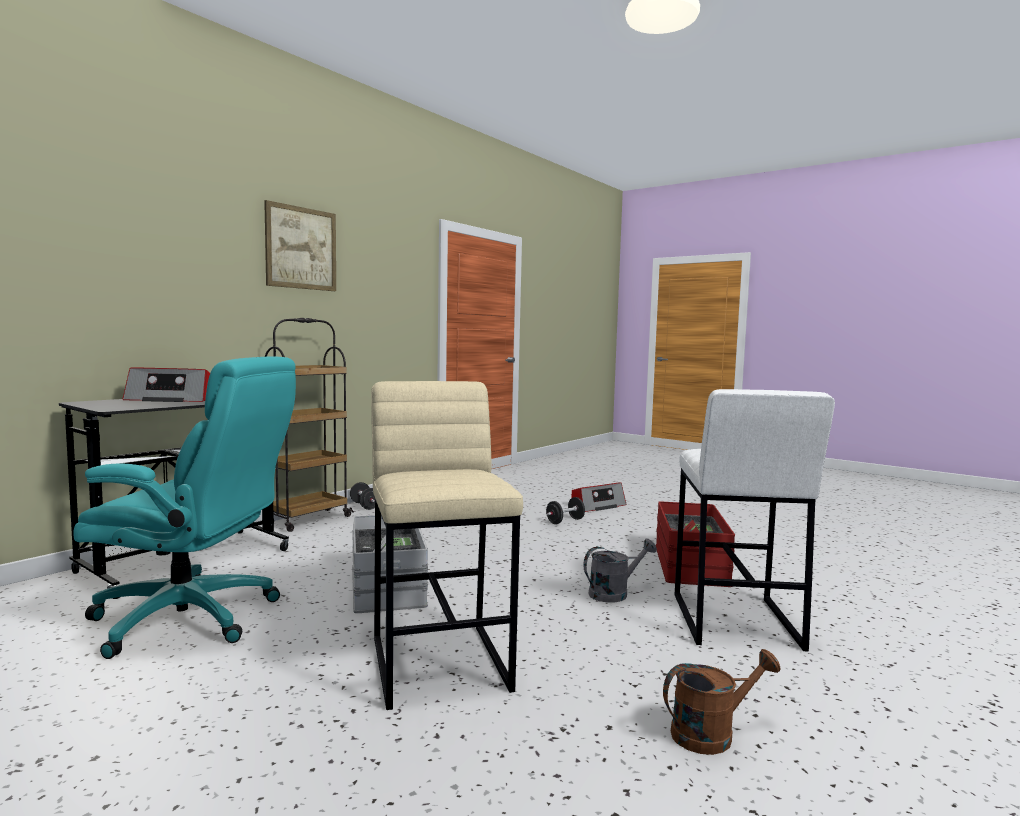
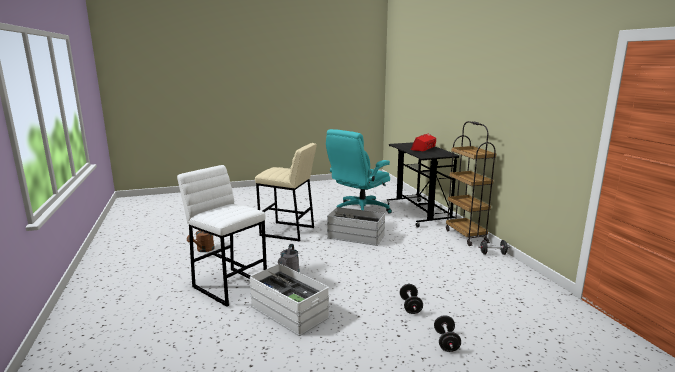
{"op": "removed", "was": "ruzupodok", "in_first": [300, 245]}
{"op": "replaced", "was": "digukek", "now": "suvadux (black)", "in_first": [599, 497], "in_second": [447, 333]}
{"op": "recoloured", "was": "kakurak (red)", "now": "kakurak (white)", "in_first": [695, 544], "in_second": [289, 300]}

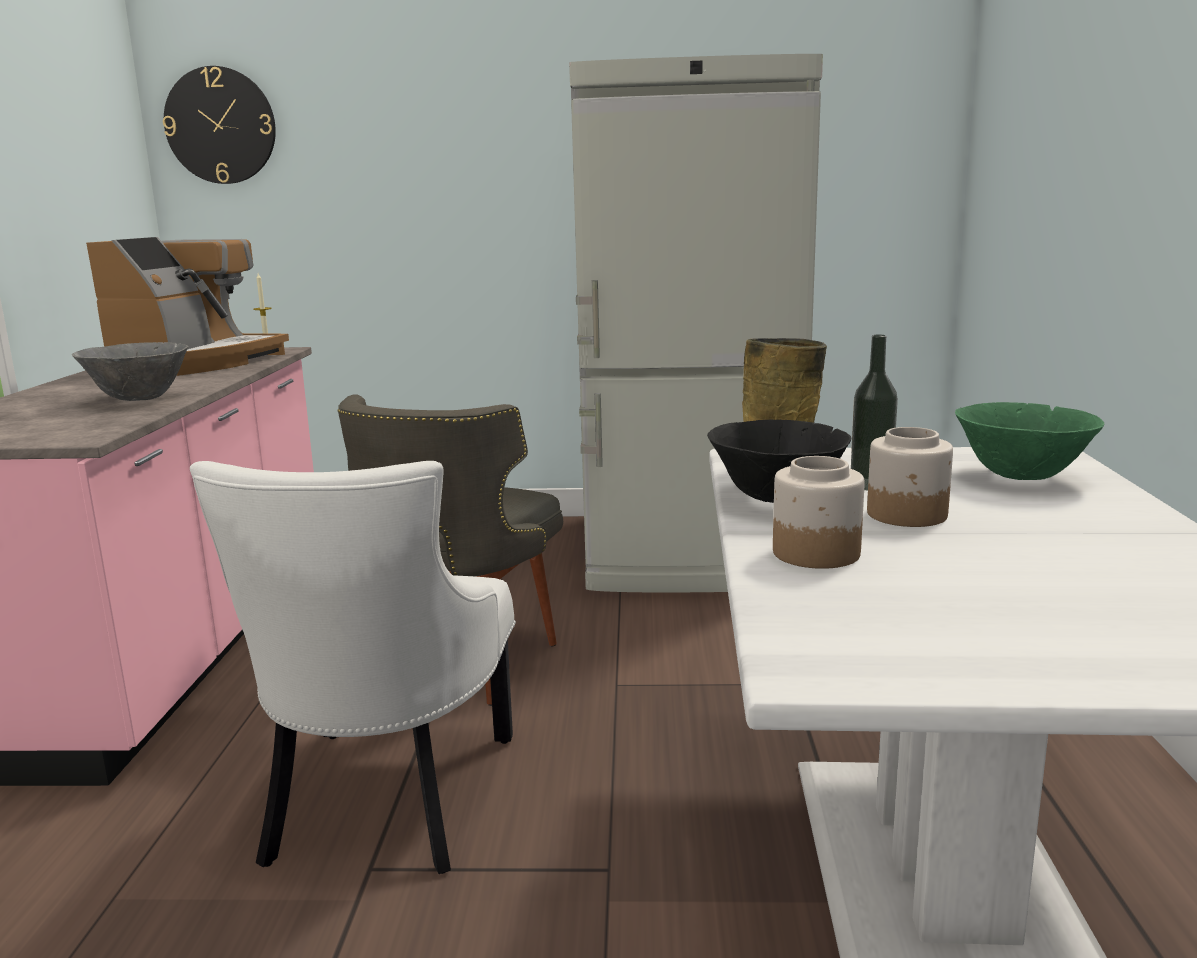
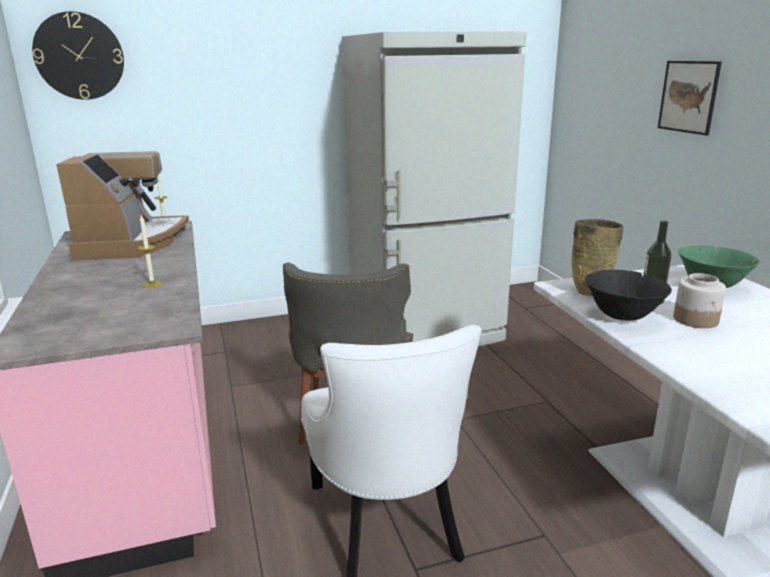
{"op": "replaced", "was": "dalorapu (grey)", "now": "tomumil", "in_first": [130, 371], "in_second": [149, 251]}
{"op": "removed", "was": "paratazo", "in_first": [819, 512]}
{"op": "added", "now": "ruzupodok", "in_second": [690, 98]}

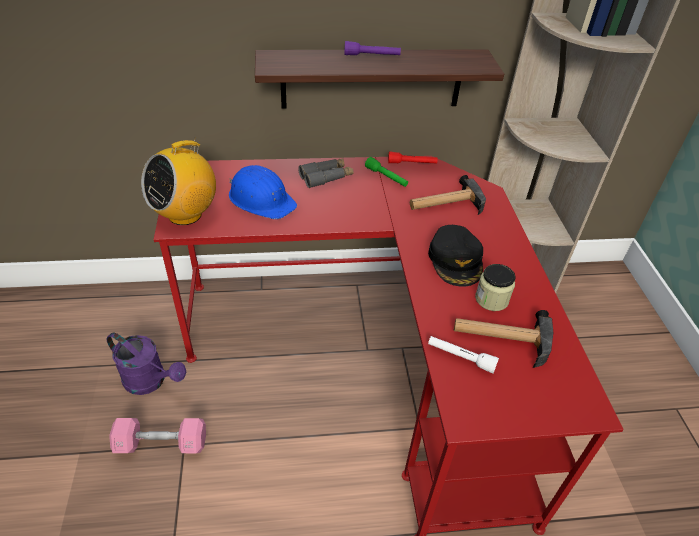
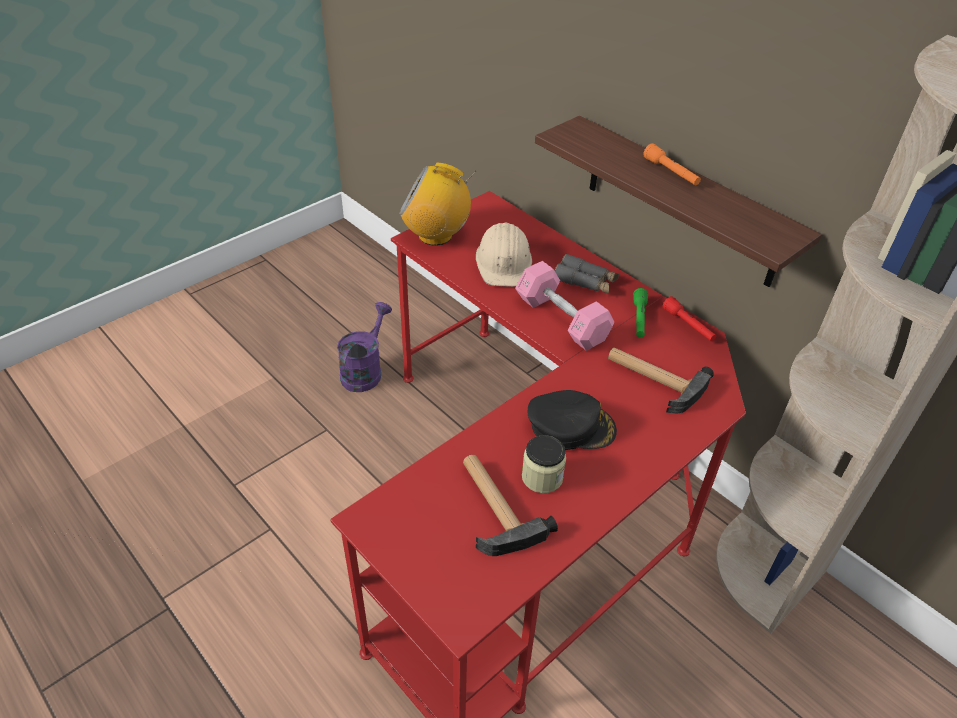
{"op": "turned", "was": "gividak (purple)", "in_first": [146, 363], "in_second": [364, 347], "clockwise": -150}
{"op": "moved", "was": "suvadux (pink)", "in_first": [157, 435], "in_second": [564, 306]}
{"op": "recoloured", "was": "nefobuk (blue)", "now": "nefobuk (beige)", "in_first": [263, 192], "in_second": [504, 255]}
{"op": "recoloured", "was": "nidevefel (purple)", "now": "nidevefel (orange)", "in_first": [372, 48], "in_second": [672, 164]}
{"op": "turned", "was": "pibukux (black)", "in_first": [455, 256], "in_second": [572, 420], "clockwise": -135}
{"op": "removed", "was": "nidevefel (white)", "in_first": [463, 354]}

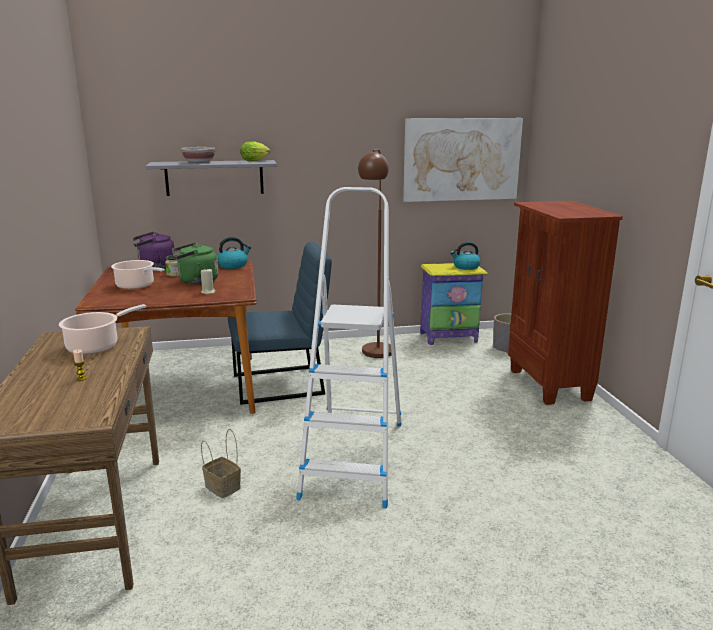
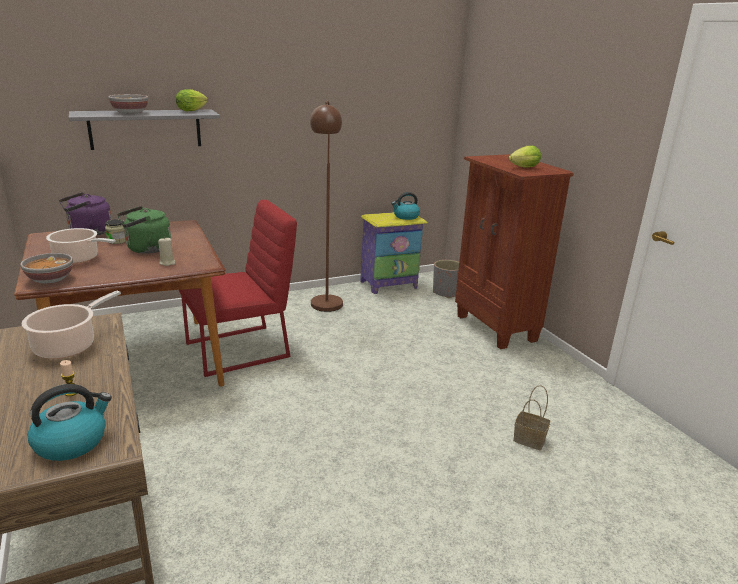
{"op": "moved", "was": "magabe", "in_first": [221, 463], "in_second": [531, 417]}
{"op": "moved", "was": "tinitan", "in_first": [234, 253], "in_second": [70, 422]}
{"op": "recoloured", "was": "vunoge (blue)", "now": "vunoge (red)", "in_first": [280, 323], "in_second": [238, 288]}
{"op": "removed", "was": "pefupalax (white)", "in_first": [349, 347]}
{"op": "removed", "was": "ruzupodok", "in_first": [463, 160]}
{"op": "added", "now": "dalorapu", "in_second": [46, 268]}
{"op": "added", "now": "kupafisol", "in_second": [525, 156]}

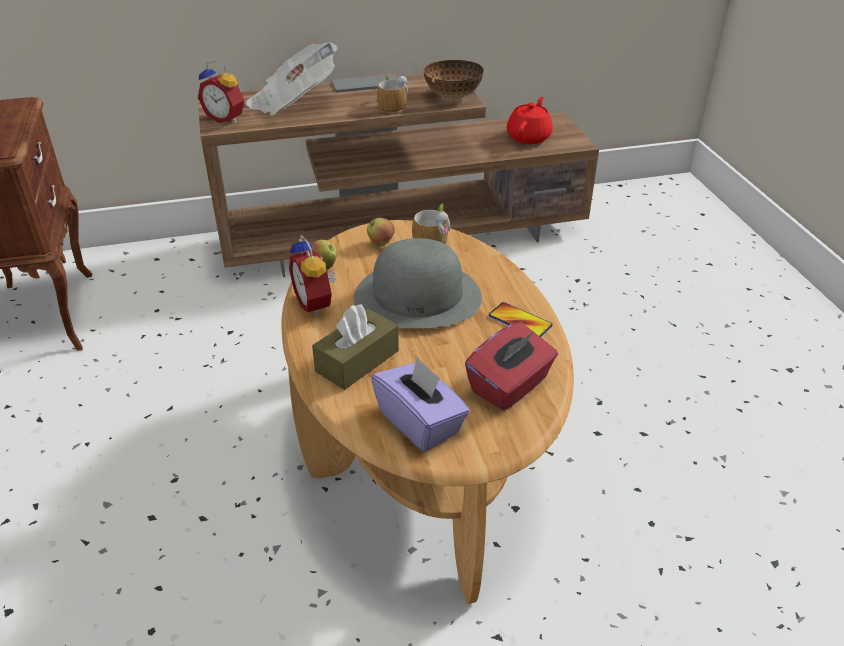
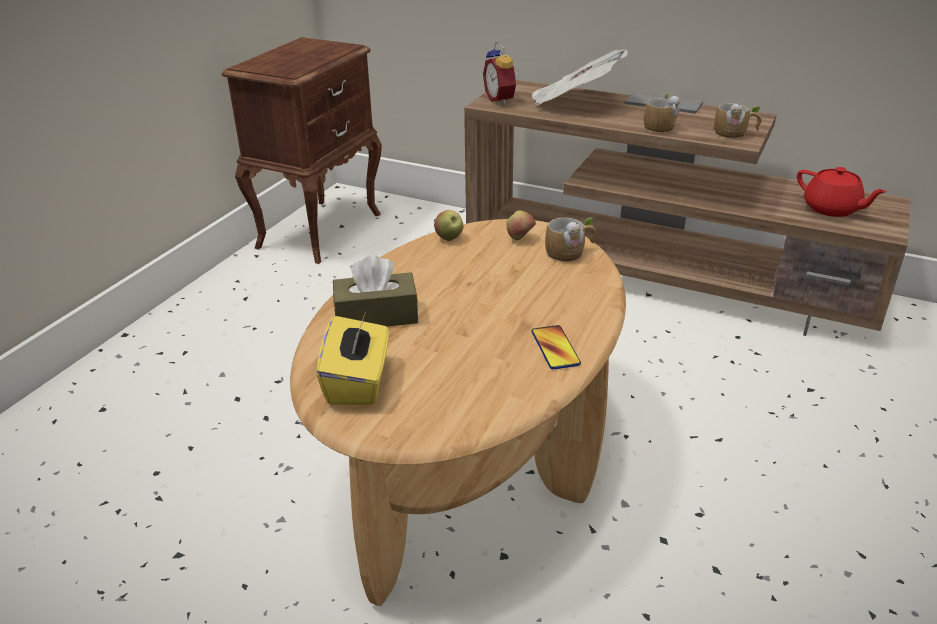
{"op": "removed", "was": "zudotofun", "in_first": [312, 275]}
{"op": "removed", "was": "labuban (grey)", "in_first": [418, 283]}
{"op": "recoloured", "was": "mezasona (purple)", "now": "mezasona (yellow)", "in_first": [420, 404], "in_second": [352, 359]}
{"op": "replaced", "was": "dalorapu", "now": "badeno", "in_first": [454, 79], "in_second": [738, 121]}
{"op": "removed", "was": "mezasona (red)", "in_first": [511, 366]}
{"op": "turned", "was": "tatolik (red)", "in_first": [530, 120], "in_second": [842, 192], "clockwise": 75}

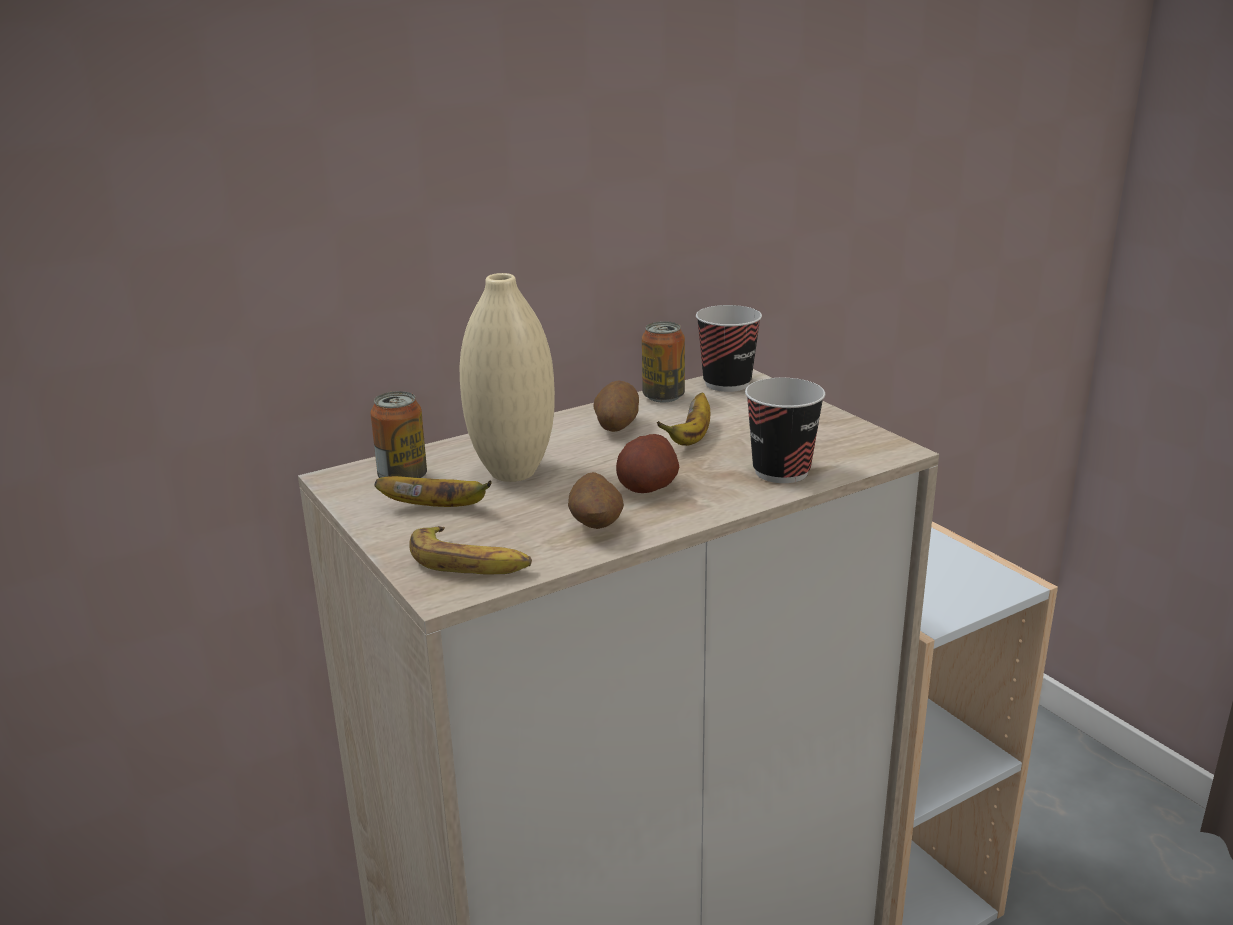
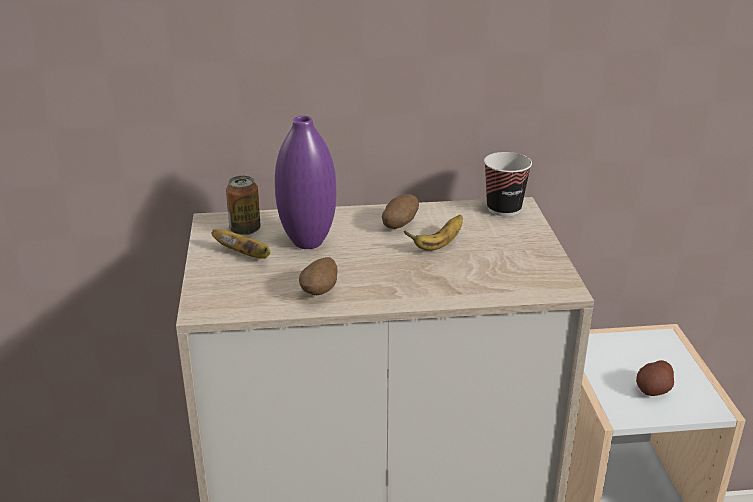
{"op": "removed", "was": "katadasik", "in_first": [470, 550]}
{"op": "recoloured", "was": "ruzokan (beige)", "now": "ruzokan (purple)", "in_first": [507, 377], "in_second": [305, 182]}
{"op": "moved", "was": "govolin", "in_first": [647, 463], "in_second": [655, 378]}
{"op": "removed", "was": "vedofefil", "in_first": [663, 362]}
{"op": "removed", "was": "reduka", "in_first": [785, 430]}

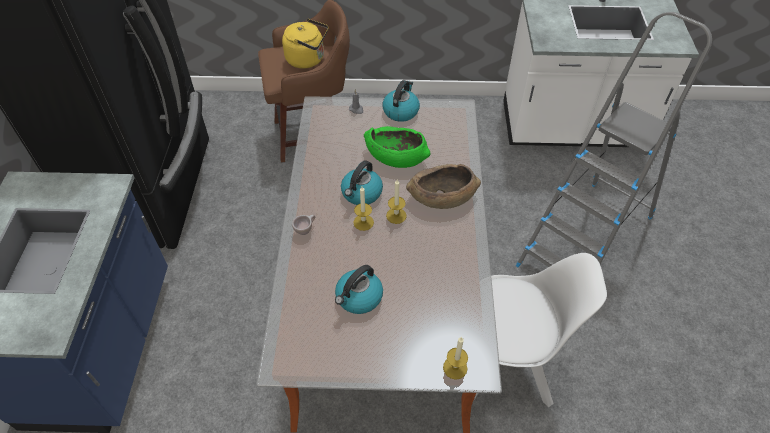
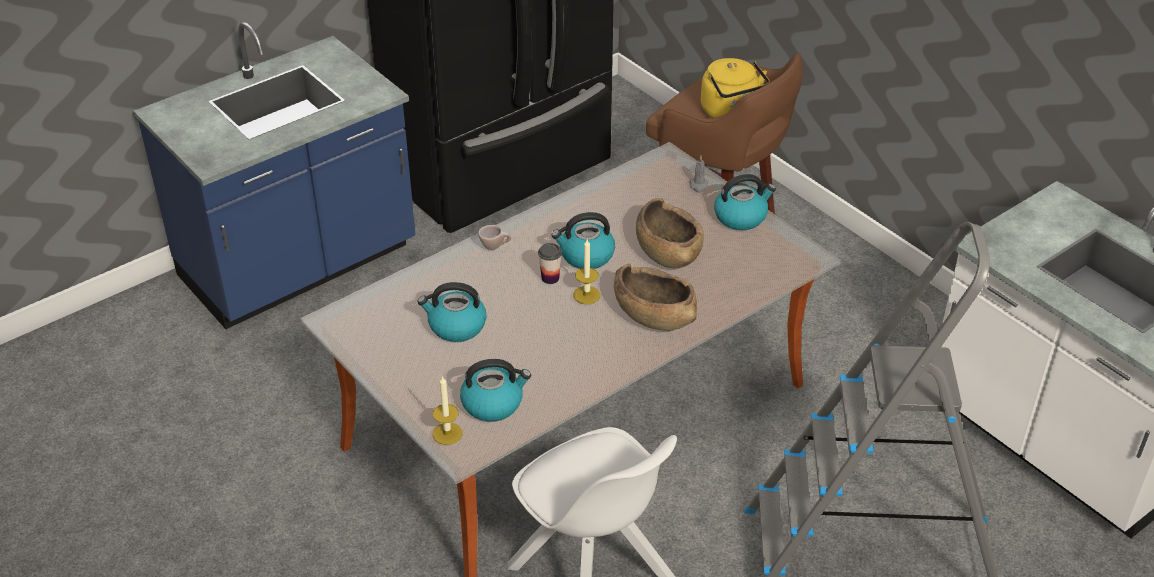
{"op": "replaced", "was": "tomumil", "now": "reduka", "in_first": [363, 208], "in_second": [550, 263]}
{"op": "recoloured", "was": "dalorapu (green)", "now": "dalorapu (brown)", "in_first": [397, 147], "in_second": [670, 233]}
{"op": "added", "now": "tinitan", "in_second": [495, 390]}

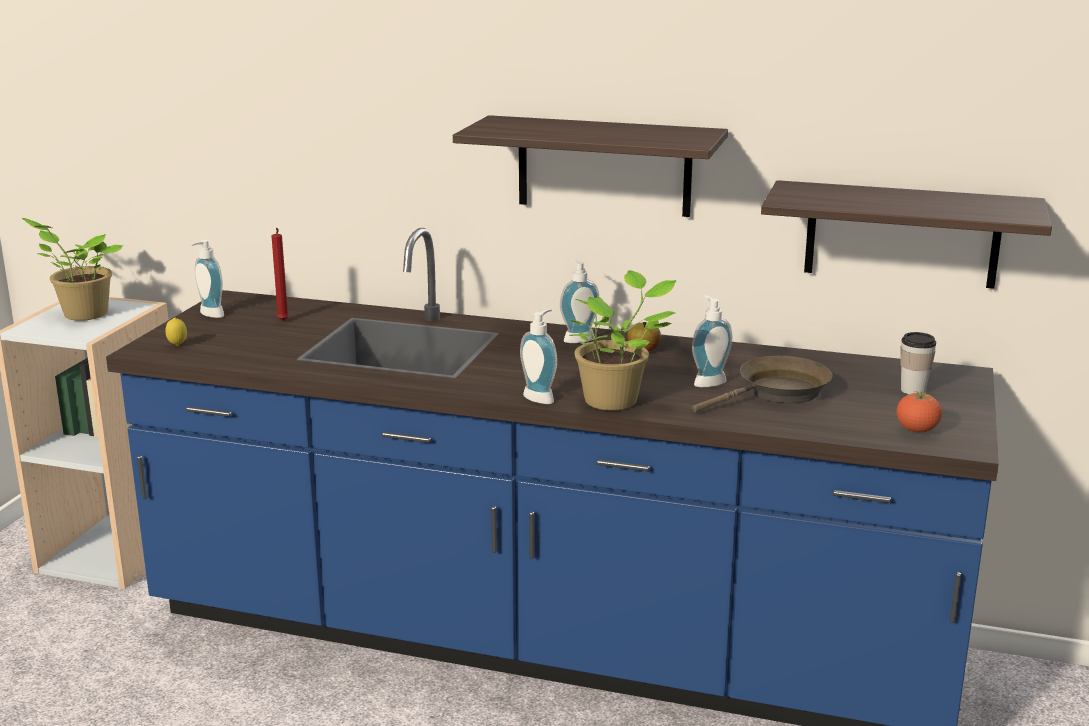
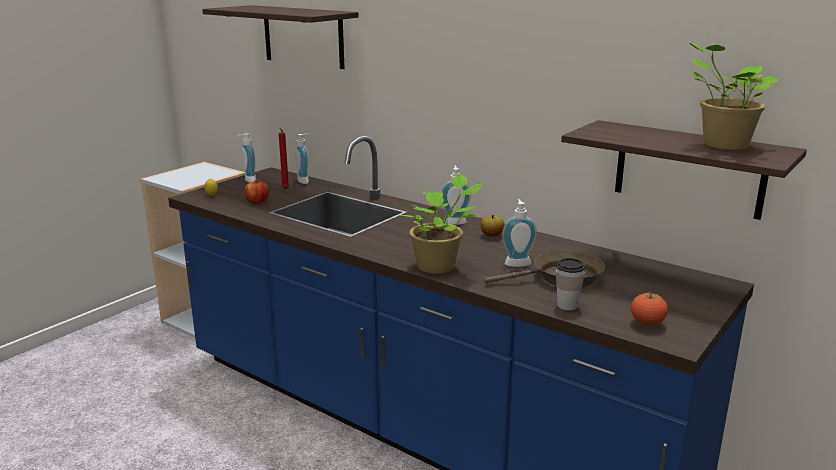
{"op": "moved", "was": "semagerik", "in_first": [73, 269], "in_second": [732, 95]}
{"op": "moved", "was": "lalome", "in_first": [590, 166], "in_second": [280, 37]}
{"op": "moved", "was": "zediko", "in_first": [538, 356], "in_second": [302, 158]}
{"op": "moved", "was": "reduka", "in_first": [918, 363], "in_second": [570, 284]}
{"op": "added", "now": "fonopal", "in_second": [257, 192]}

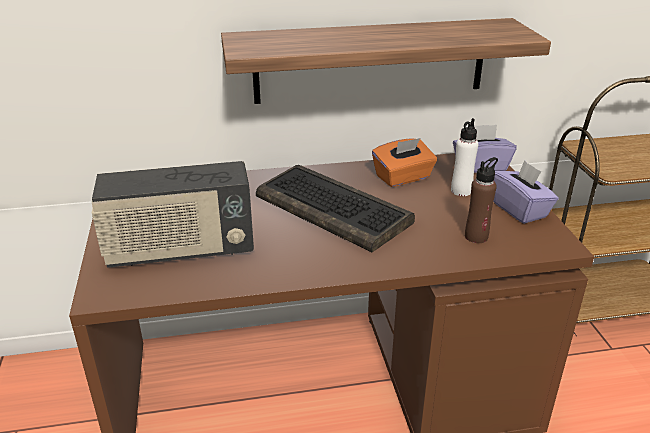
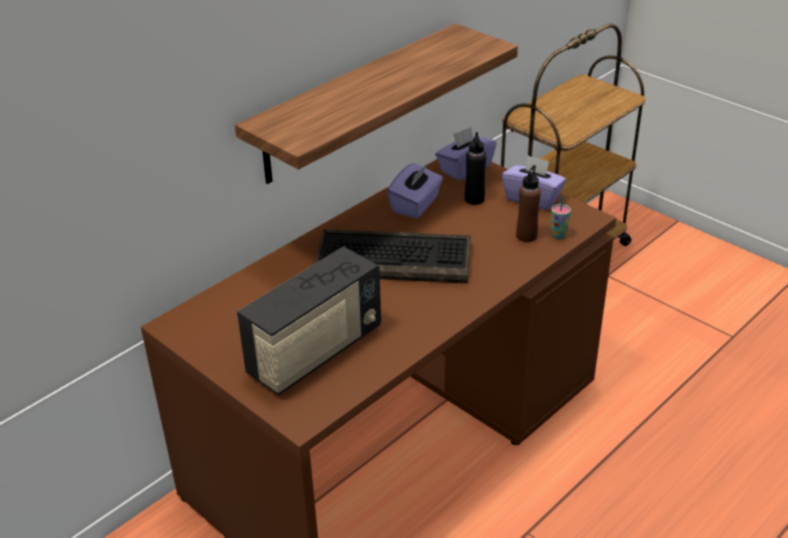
{"op": "recoloured", "was": "mezasona (orange)", "now": "mezasona (purple)", "in_first": [404, 162], "in_second": [415, 191]}
{"op": "recoloured", "was": "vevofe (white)", "now": "vevofe (black)", "in_first": [464, 157], "in_second": [475, 168]}
{"op": "added", "now": "reduka", "in_second": [561, 217]}

